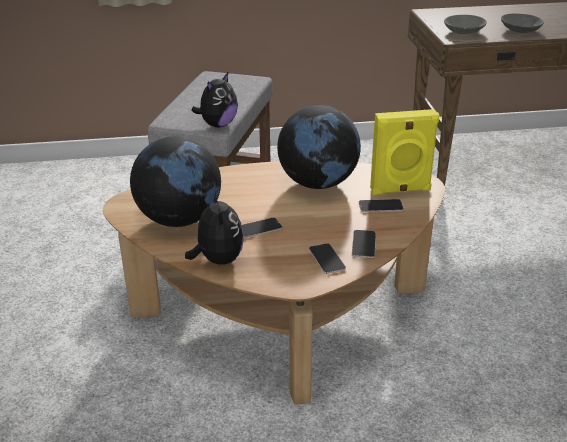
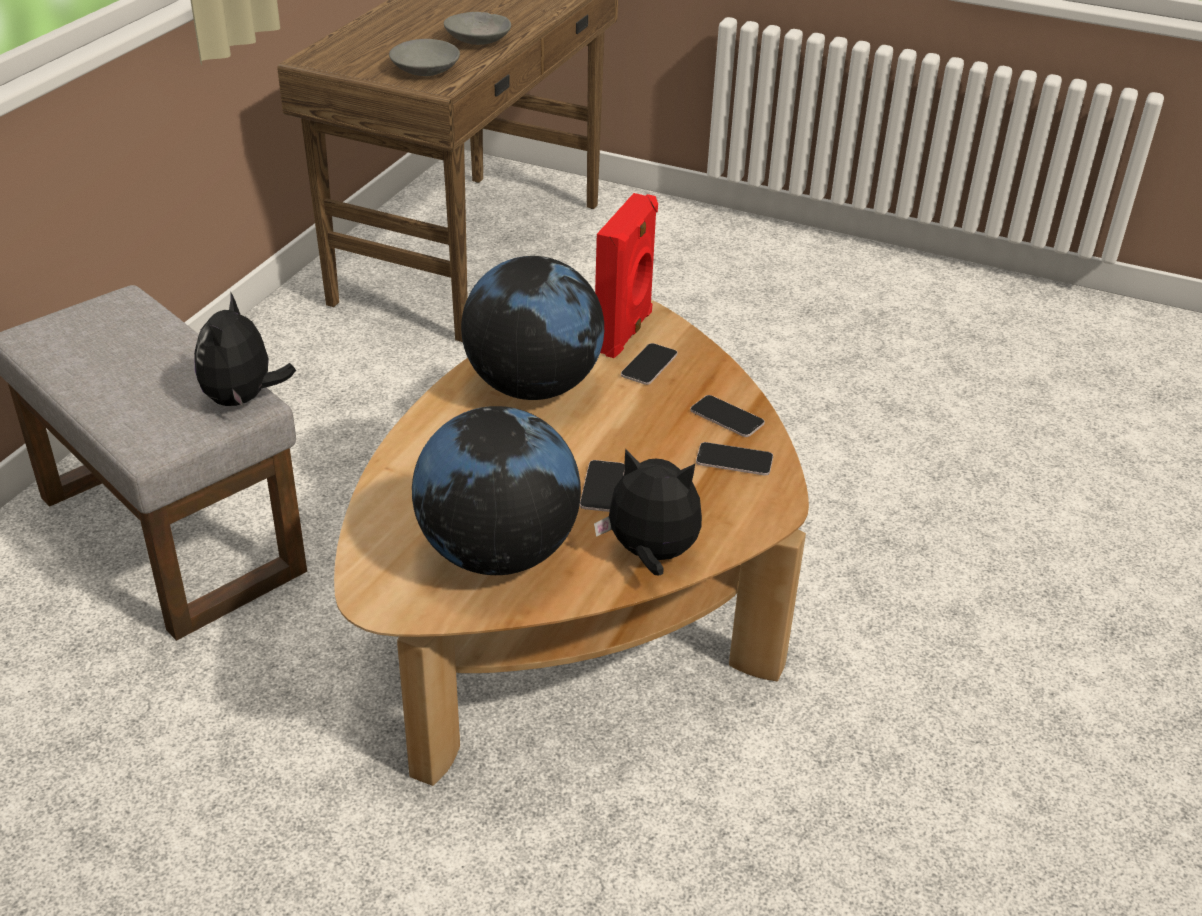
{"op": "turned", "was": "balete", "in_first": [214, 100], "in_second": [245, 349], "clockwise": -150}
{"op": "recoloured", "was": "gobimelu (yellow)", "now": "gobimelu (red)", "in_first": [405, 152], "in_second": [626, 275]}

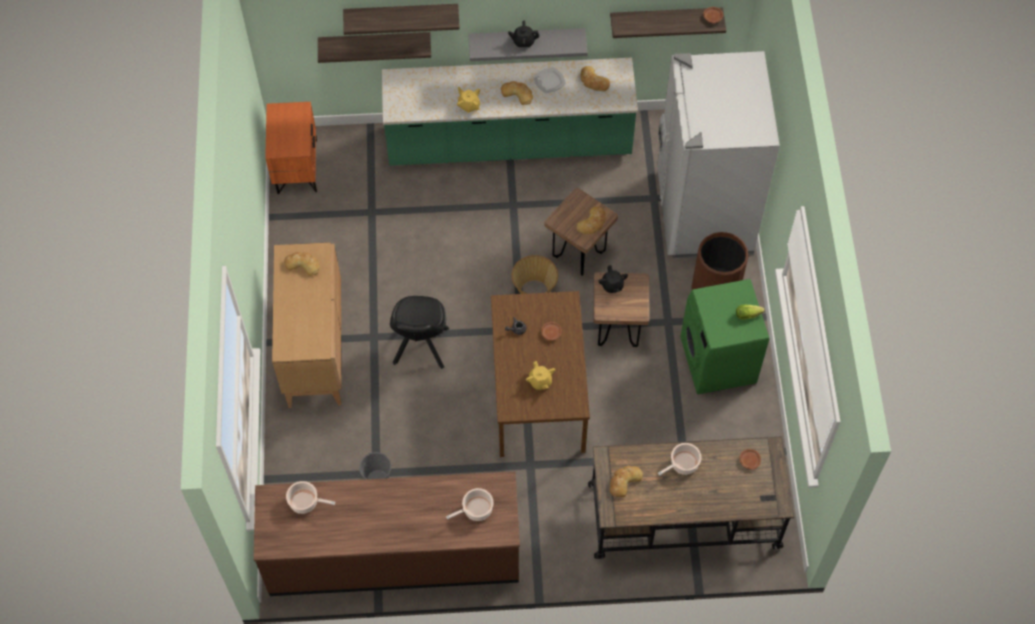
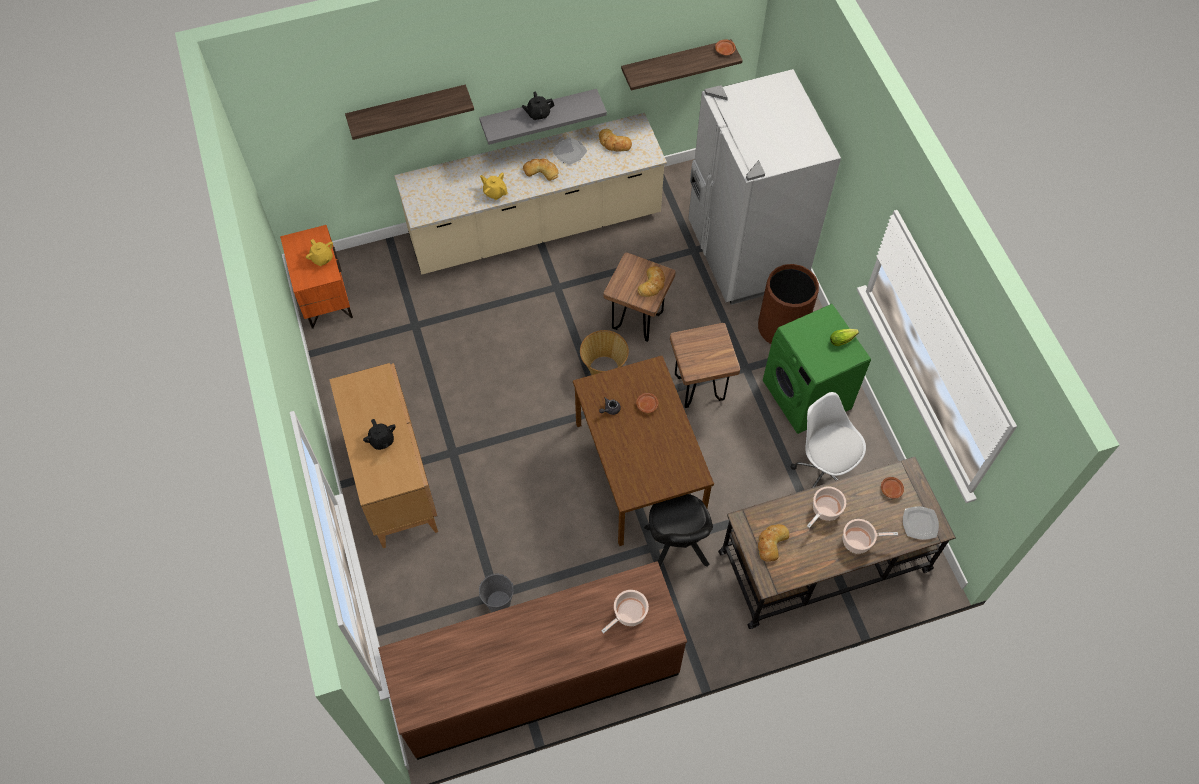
{"op": "removed", "was": "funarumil", "in_first": [302, 264]}
{"op": "moved", "was": "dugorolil", "in_first": [310, 497], "in_second": [870, 536]}
{"op": "removed", "was": "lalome", "in_first": [374, 47]}
{"op": "recoloured", "was": "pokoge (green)", "now": "pokoge (beige)", "in_first": [510, 112], "in_second": [530, 194]}
{"op": "moved", "was": "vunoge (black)", "in_first": [419, 332], "in_second": [678, 530]}
{"op": "moved", "was": "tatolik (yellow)", "in_first": [540, 375], "in_second": [319, 252]}
{"op": "moved", "was": "tatolik (black)", "in_first": [613, 279], "in_second": [379, 434]}
{"op": "added", "now": "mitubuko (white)", "in_second": [828, 440]}
{"op": "added", "now": "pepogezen", "in_second": [921, 523]}

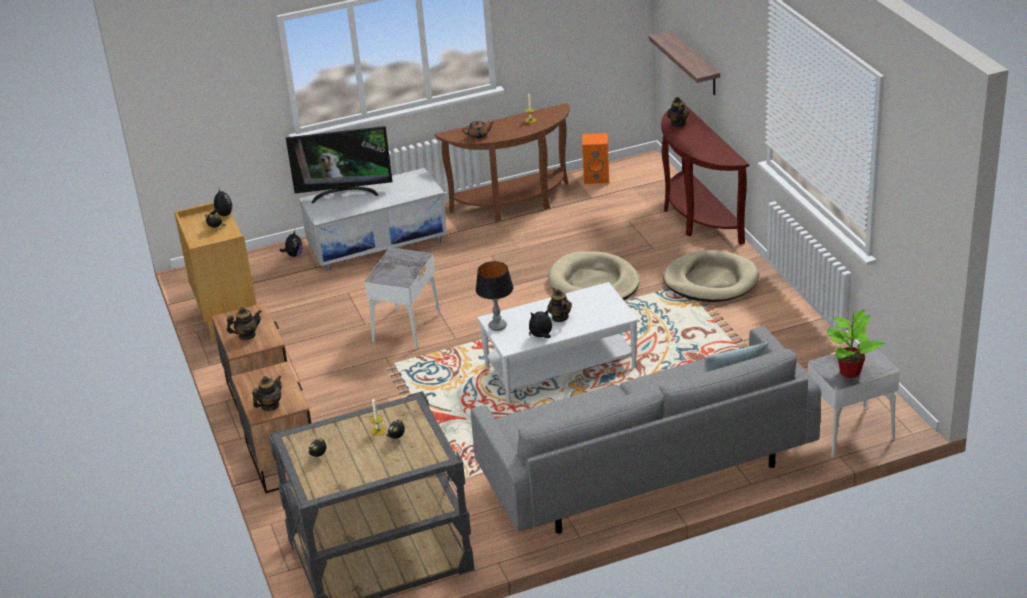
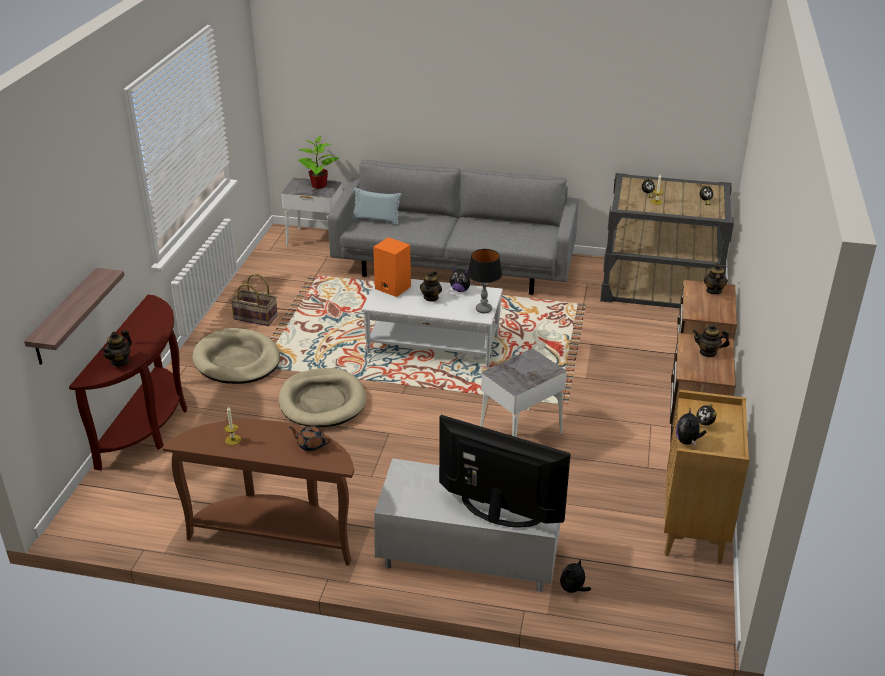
{"op": "turned", "was": "tatolik", "in_first": [267, 393], "in_second": [716, 278], "clockwise": 120}
{"op": "moved", "was": "gobimelu (orange)", "in_first": [595, 158], "in_second": [392, 267]}
{"op": "added", "now": "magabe", "in_second": [254, 300]}

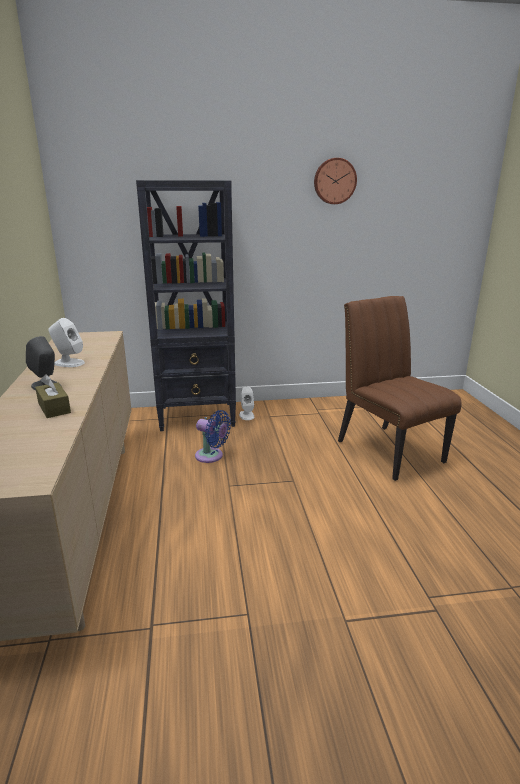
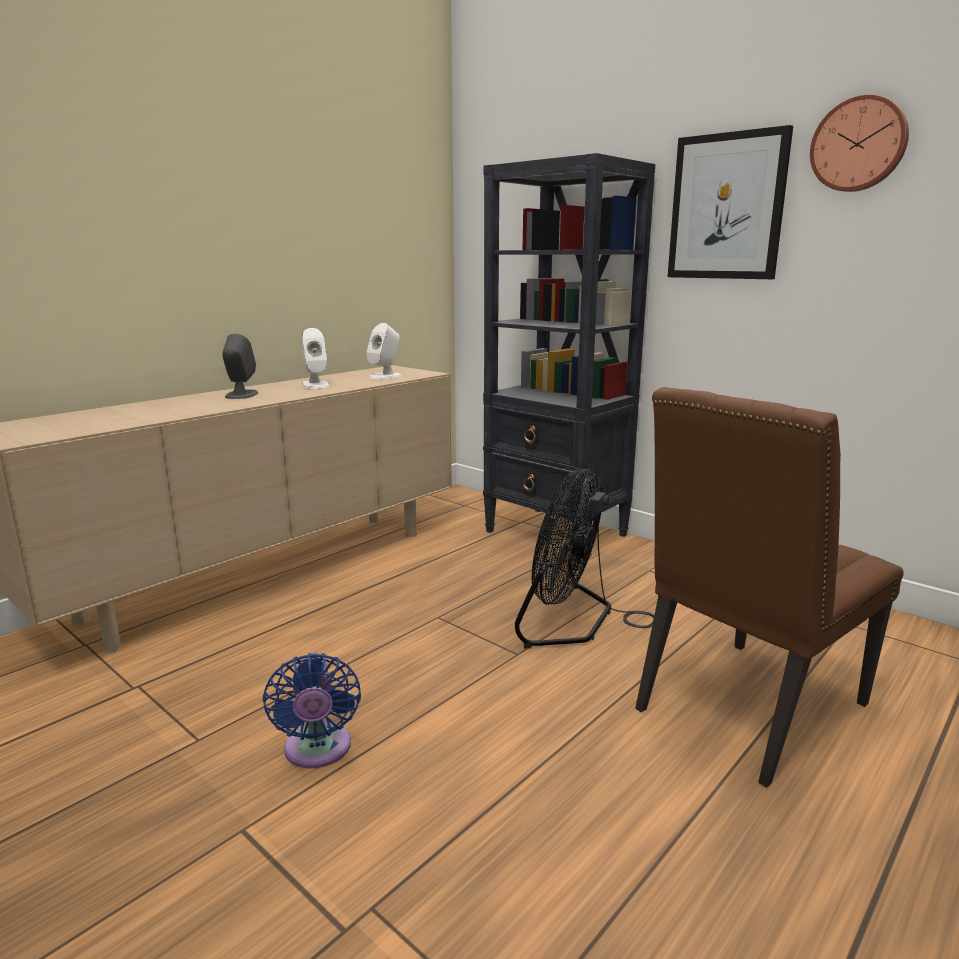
{"op": "removed", "was": "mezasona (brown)", "in_first": [53, 396]}
{"op": "moved", "was": "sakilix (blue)", "in_first": [213, 436], "in_second": [312, 710]}
{"op": "moved", "was": "gobimelu (white)", "in_first": [246, 403], "in_second": [383, 351]}
{"op": "turned", "was": "vunoge (brown)", "in_first": [399, 388], "in_second": [769, 587], "clockwise": -150}
{"op": "added", "now": "sakilix (black)", "in_second": [584, 559]}
{"op": "added", "now": "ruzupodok", "in_second": [730, 202]}

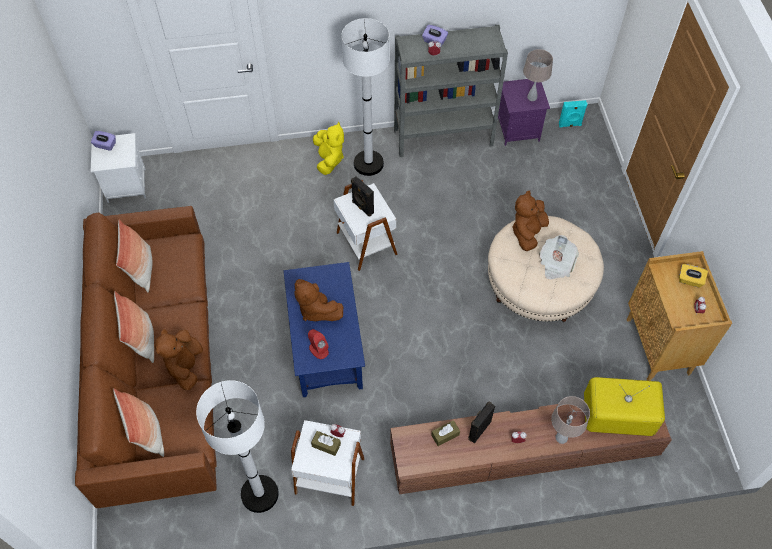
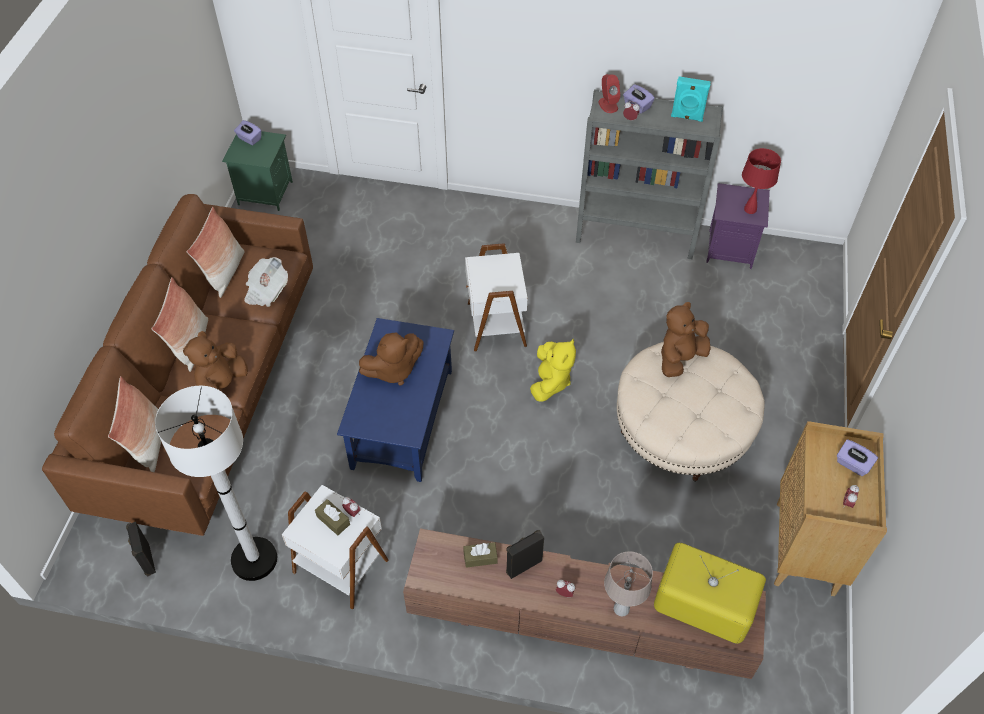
{"op": "recoloured", "was": "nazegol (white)", "now": "nazegol (green)", "in_first": [118, 168], "in_second": [257, 171]}
{"op": "turned", "was": "balete (brown)", "in_first": [319, 300], "in_second": [391, 358], "clockwise": -90}
{"op": "moved", "was": "gobimelu (red)", "in_first": [318, 344], "in_second": [609, 93]}
{"op": "moved", "was": "balete (yellow)", "in_first": [328, 148], "in_second": [553, 370]}
{"op": "removed", "was": "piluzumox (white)", "in_first": [365, 97]}
{"op": "moved", "was": "gobimelu (black)", "in_first": [362, 196], "in_second": [141, 549]}
{"op": "recoloured", "was": "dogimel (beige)", "now": "dogimel (red)", "in_first": [538, 75], "in_second": [761, 181]}
{"op": "moved", "was": "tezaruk", "in_first": [559, 257], "in_second": [266, 282]}
{"op": "moved", "was": "gobimelu (turquoise)", "in_first": [573, 113], "in_second": [691, 99]}
{"op": "recoloured", "was": "mezasona (yellow)", "now": "mezasona (purple)", "in_first": [693, 276], "in_second": [857, 457]}

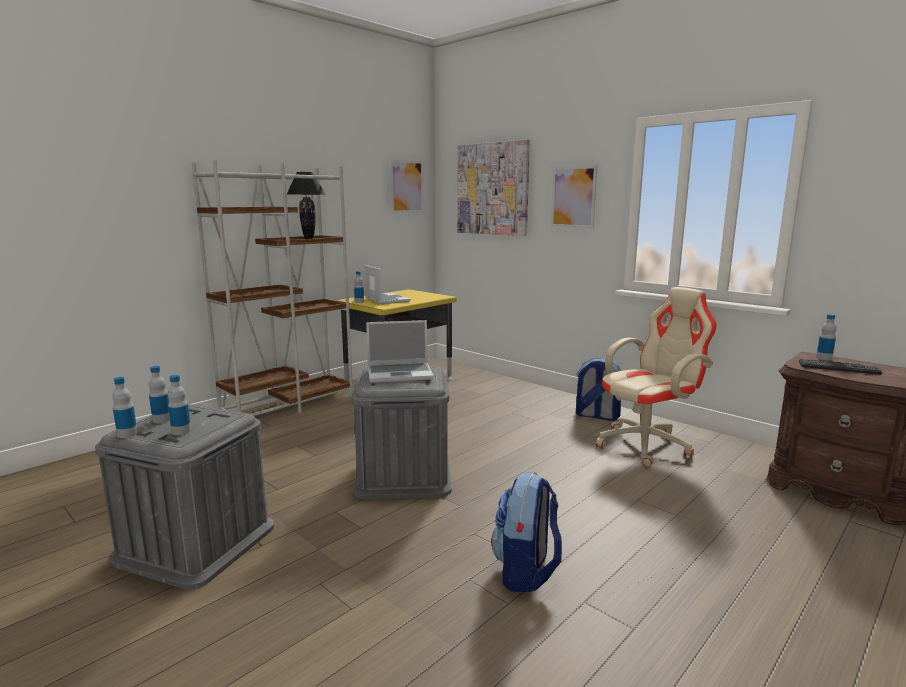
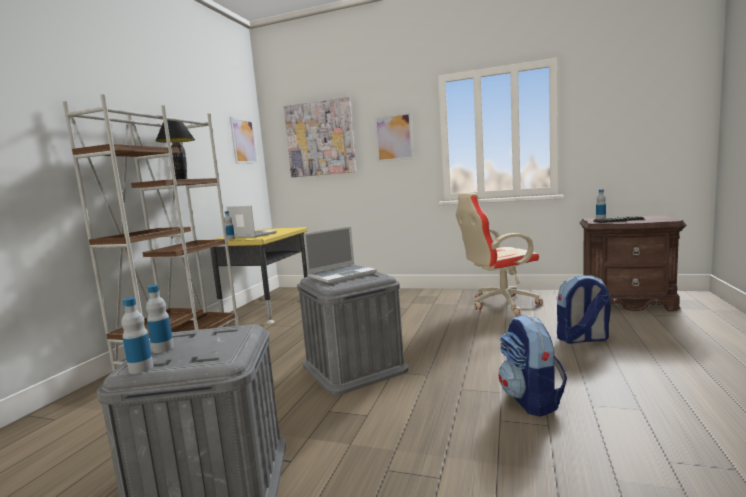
{"op": "removed", "was": "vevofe", "in_first": [179, 405]}
{"op": "moved", "was": "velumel", "in_first": [598, 389], "in_second": [584, 309]}
{"op": "turned", "was": "mitubuko (beige)", "in_first": [655, 377], "in_second": [499, 253], "clockwise": -135}

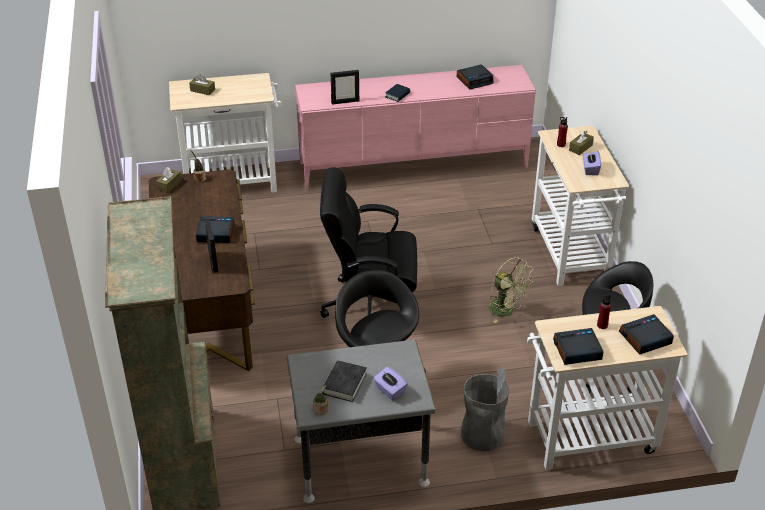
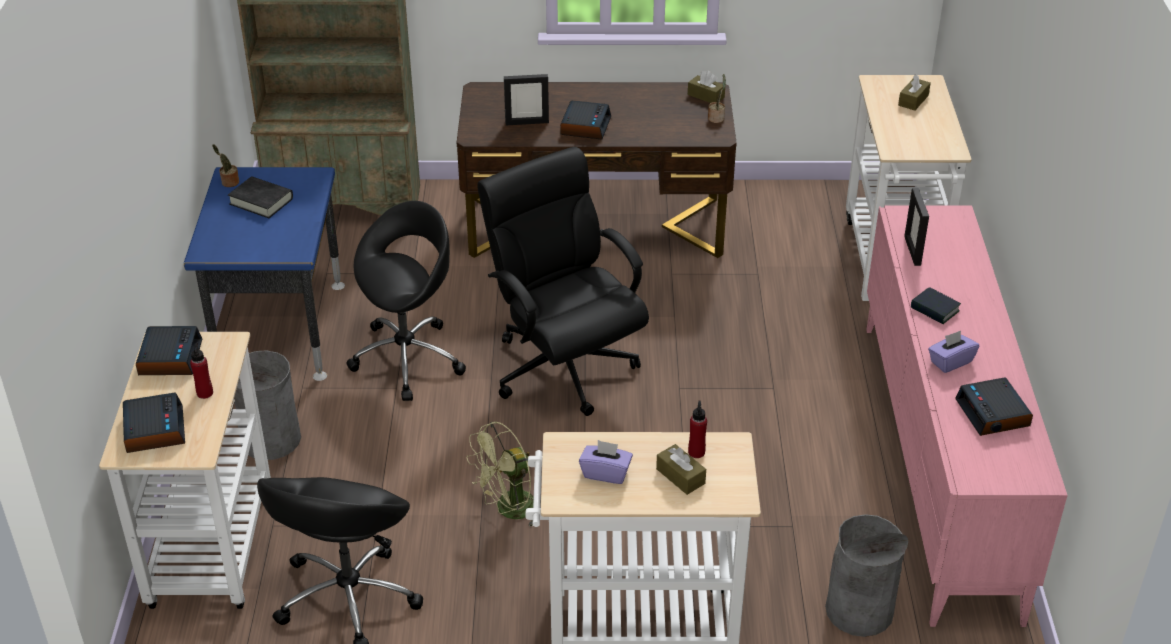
{"op": "recoloured", "was": "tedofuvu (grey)", "now": "tedofuvu (blue)", "in_first": [361, 421], "in_second": [264, 274]}
{"op": "turned", "was": "mitubuko (black)", "in_first": [368, 242], "in_second": [563, 281], "clockwise": -45}
{"op": "moved", "was": "mezasona (purple)", "in_first": [390, 383], "in_second": [953, 351]}
{"op": "added", "now": "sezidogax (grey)", "in_second": [866, 575]}

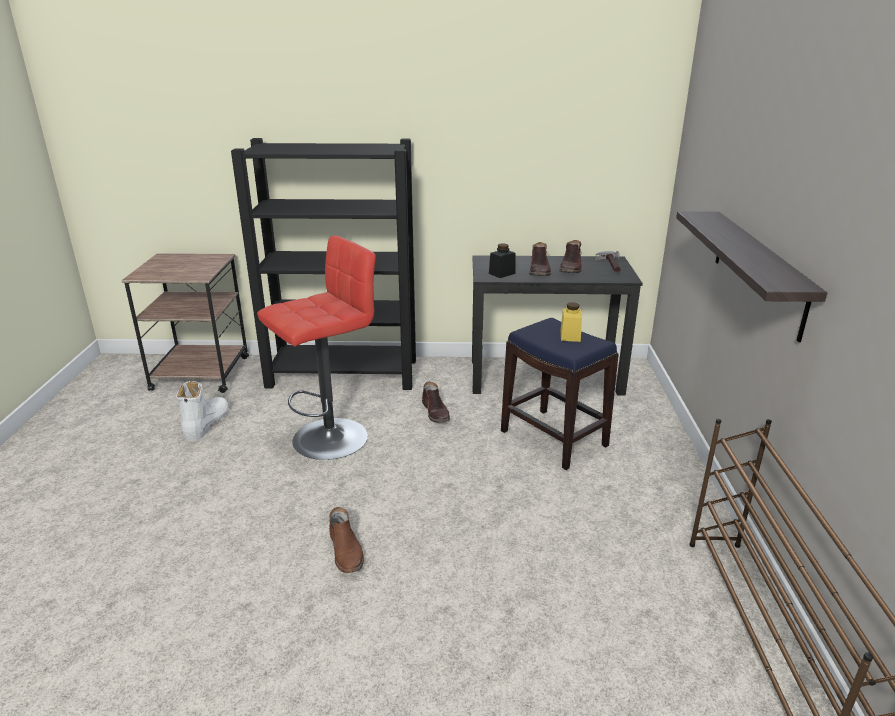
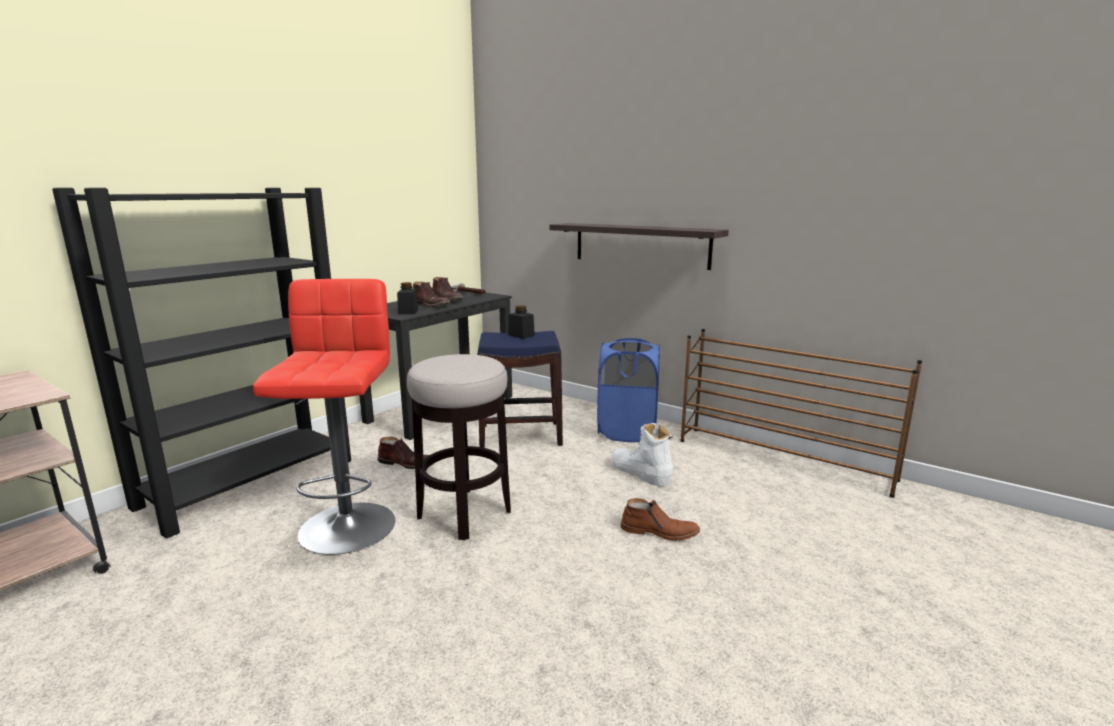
{"op": "moved", "was": "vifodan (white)", "in_first": [202, 411], "in_second": [642, 455]}
{"op": "moved", "was": "vifodan (brown)", "in_first": [346, 540], "in_second": [660, 519]}
{"op": "recoloured", "was": "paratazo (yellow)", "now": "paratazo (black)", "in_first": [571, 322], "in_second": [521, 322]}
{"op": "added", "now": "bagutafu", "in_second": [459, 447]}
{"op": "added", "now": "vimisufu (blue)", "in_second": [628, 390]}

